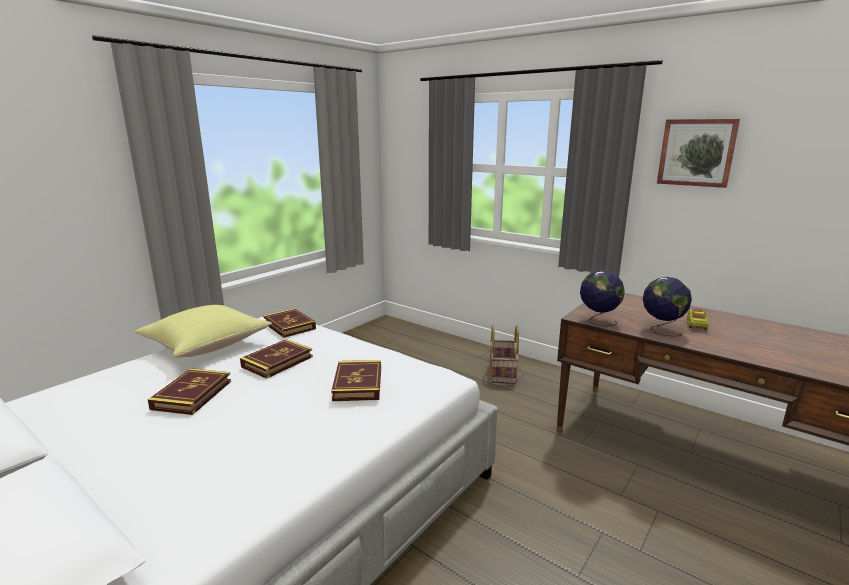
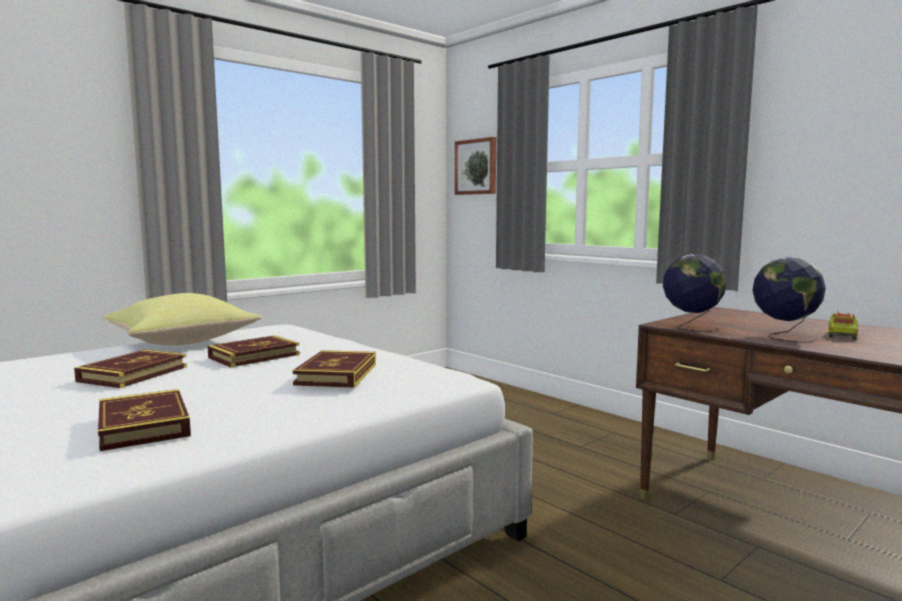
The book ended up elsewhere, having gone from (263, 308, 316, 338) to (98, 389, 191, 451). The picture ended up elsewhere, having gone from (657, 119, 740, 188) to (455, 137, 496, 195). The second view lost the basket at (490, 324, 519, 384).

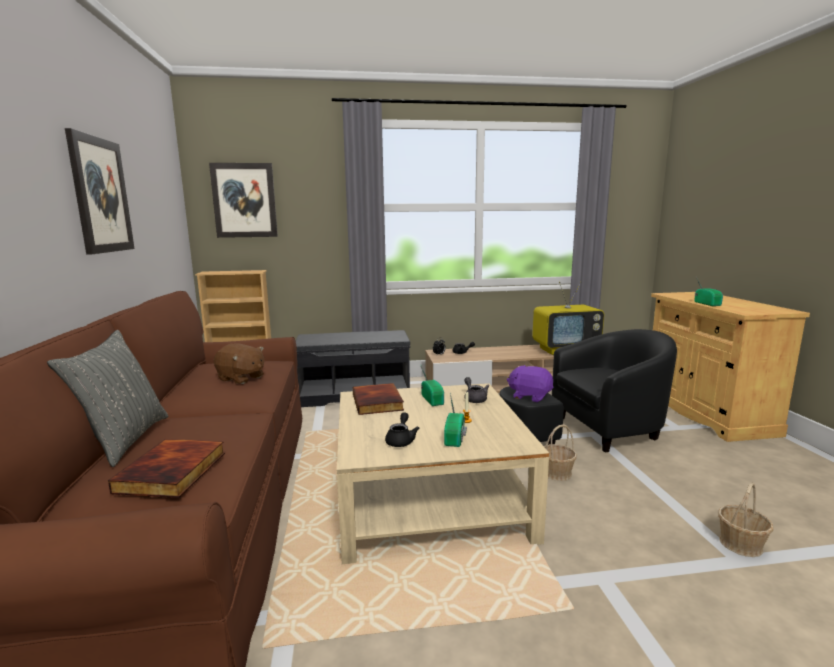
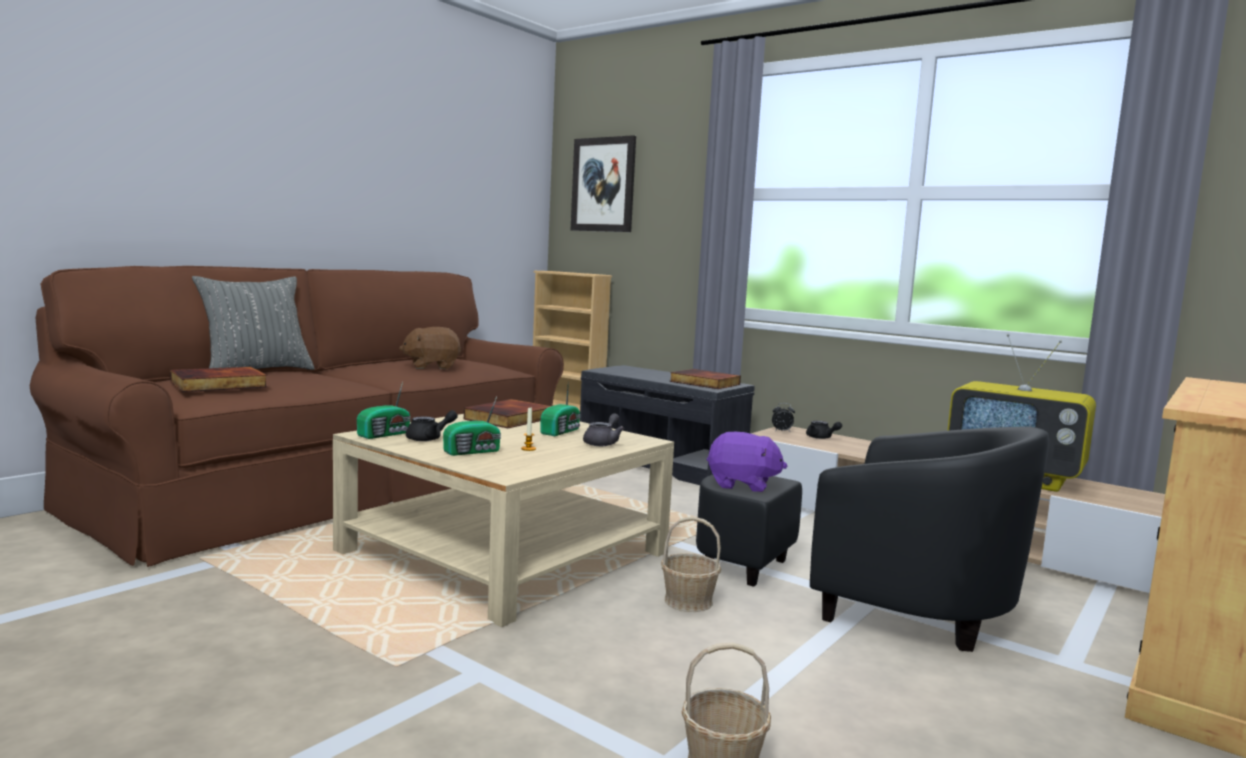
The radio ended up elsewhere, having gone from (694, 277, 723, 306) to (357, 382, 411, 439). The plush toy (brown) at (214, 343, 264, 384) ended up facing another way, 90 degrees clockwise from before. The second view gained the book at (670, 369, 741, 389). The plush toy (purple) at (507, 365, 553, 402) ended up facing another way, 120 degrees clockwise from before. The second view lost the picture at (65, 128, 135, 255).

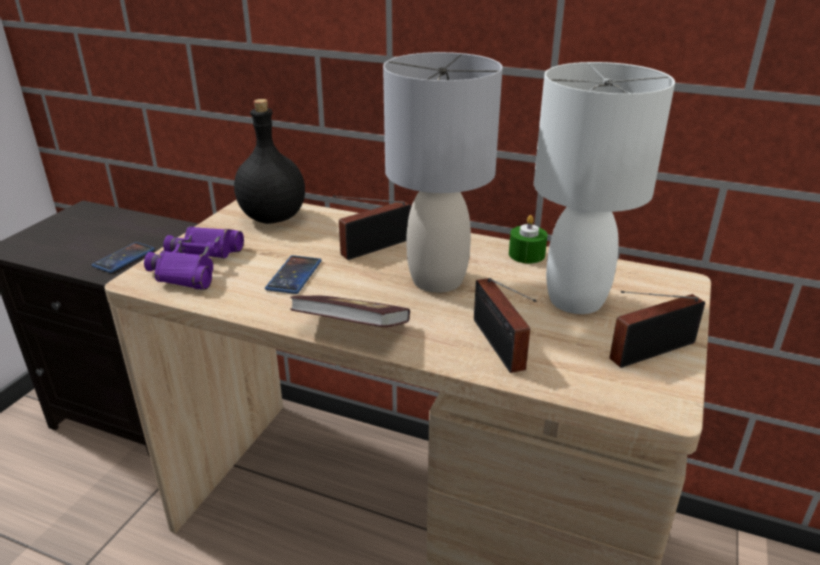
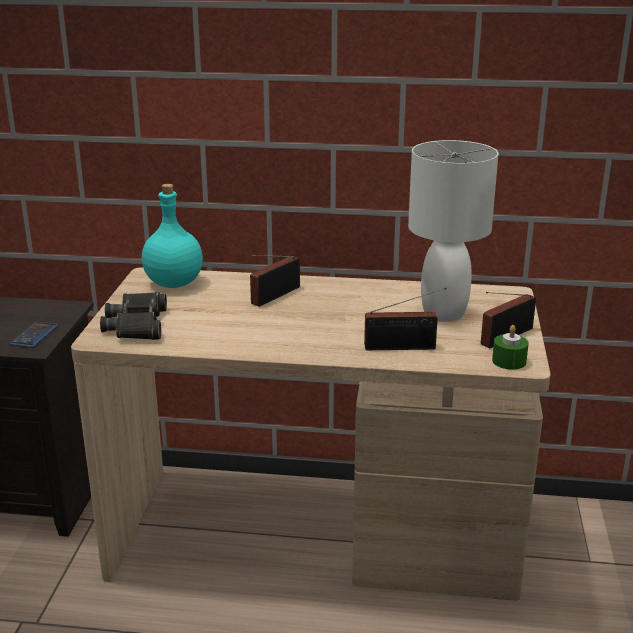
What was the binoculars (purple) at (144, 226, 244, 290) turned into the binoculars (black) at (100, 292, 167, 340). What was the bottle (black) at (234, 99, 305, 224) turned into the bottle (turquoise) at (142, 184, 203, 288). The radio at (474, 278, 536, 373) ended up facing another way, 60 degrees counterclockwise from before. The candle (green) ended up elsewhere, having gone from (509, 215, 548, 264) to (492, 325, 529, 370). The second view lost the phone at (265, 255, 322, 294). The second view lost the book at (290, 296, 410, 327). The second view lost the table lamp (grey) at (383, 52, 503, 293).

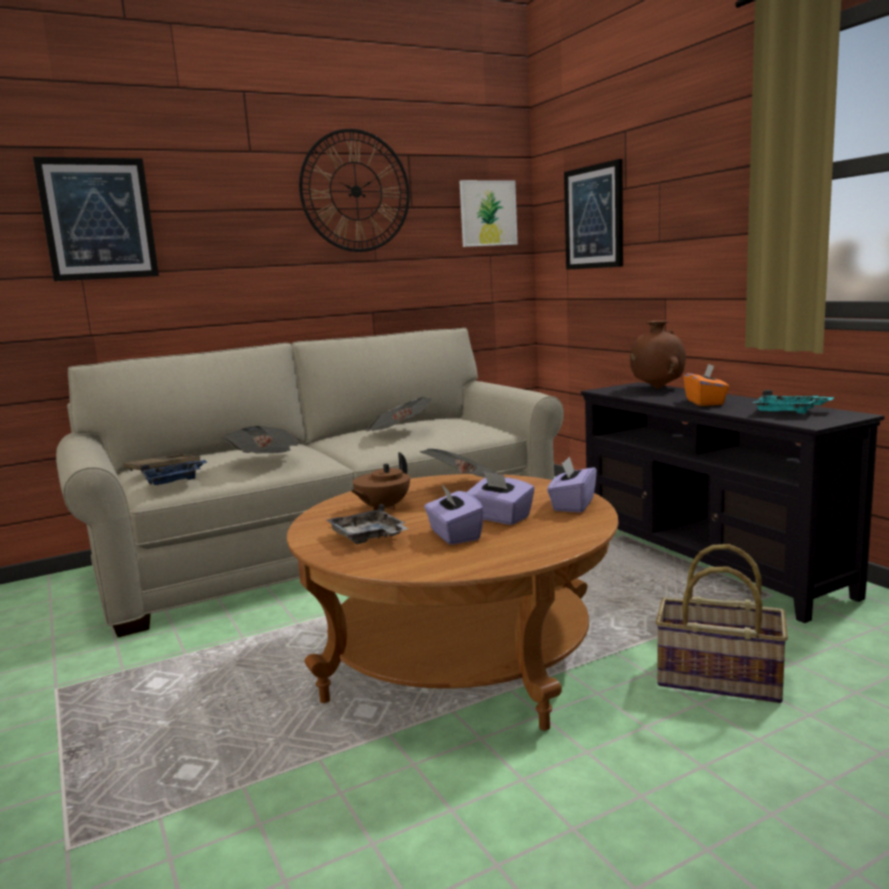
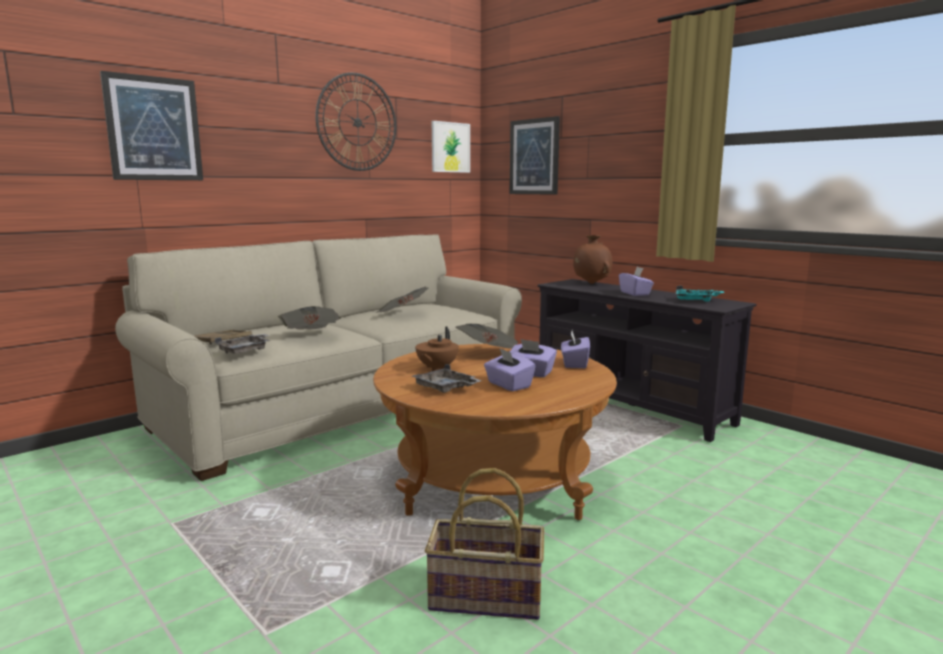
What was the tray (blue) at (141, 460, 208, 485) turned into the tray (grey) at (214, 334, 271, 354). The basket ended up elsewhere, having gone from (655, 544, 788, 703) to (425, 468, 544, 620). What was the tissue box (orange) at (683, 364, 729, 406) turned into the tissue box (purple) at (619, 267, 654, 296).

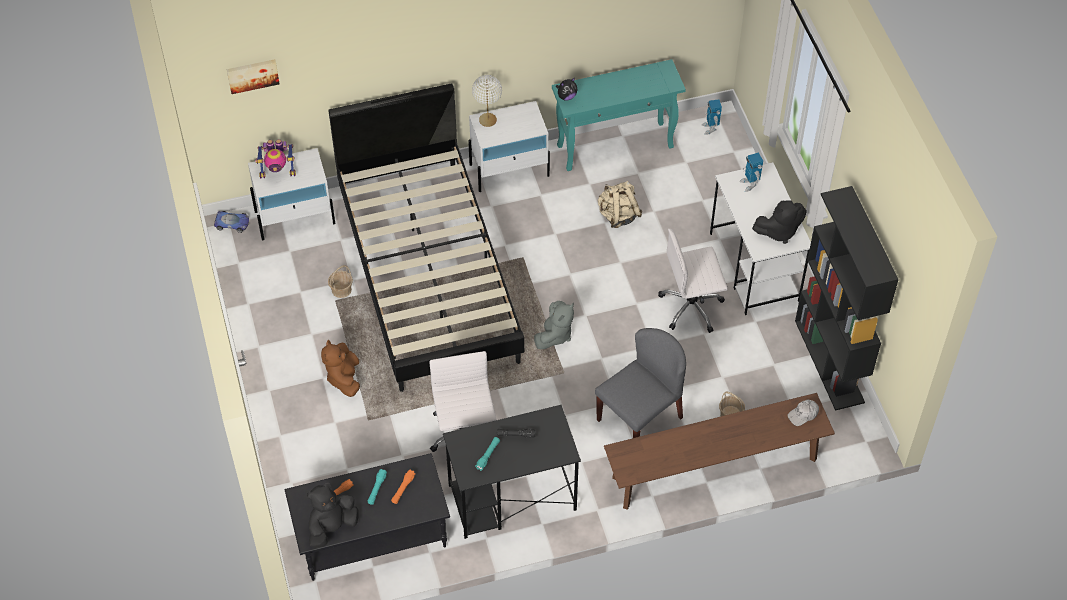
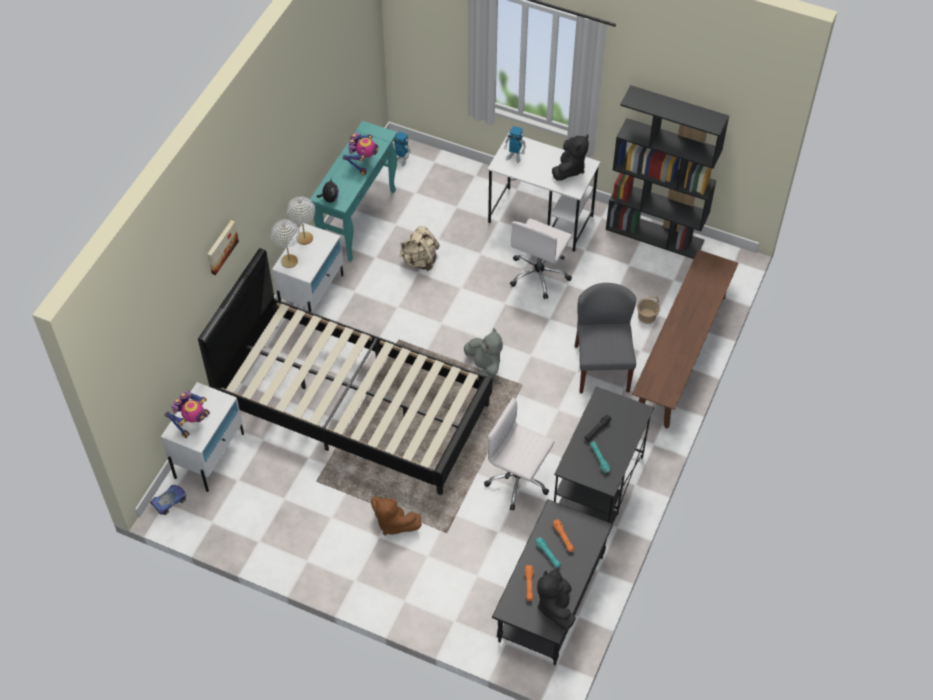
The picture ended up elsewhere, having gone from (227, 59, 280, 94) to (207, 220, 239, 275). The second view gained the table lamp (white) at (287, 196, 315, 245). The second view gained the toy robot at (343, 132, 378, 175). The second view lost the basket at (328, 265, 353, 298). The second view lost the cap (white) at (788, 400, 819, 426).

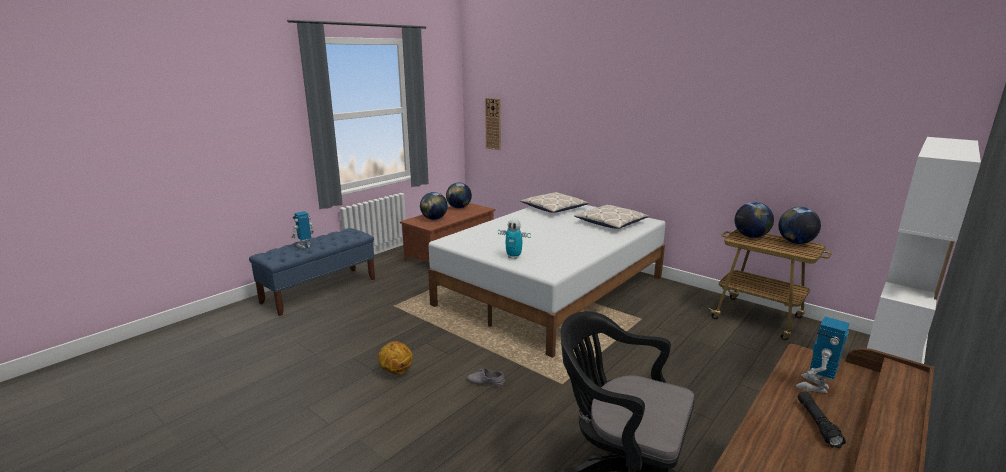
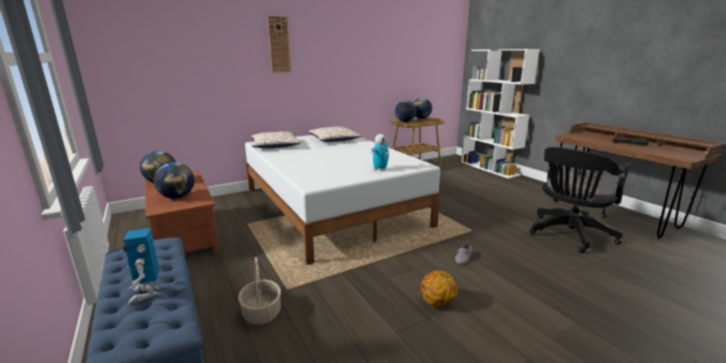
The second view gained the basket at (238, 257, 281, 325). The wall clock ended up elsewhere, having gone from (485, 98, 501, 150) to (267, 16, 291, 73). The second view lost the toy robot at (796, 317, 849, 393).

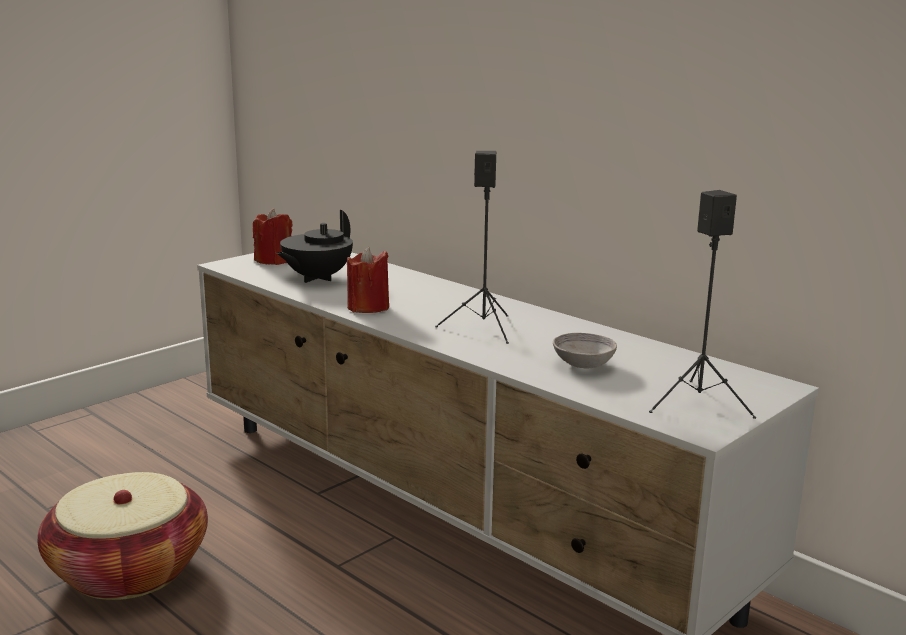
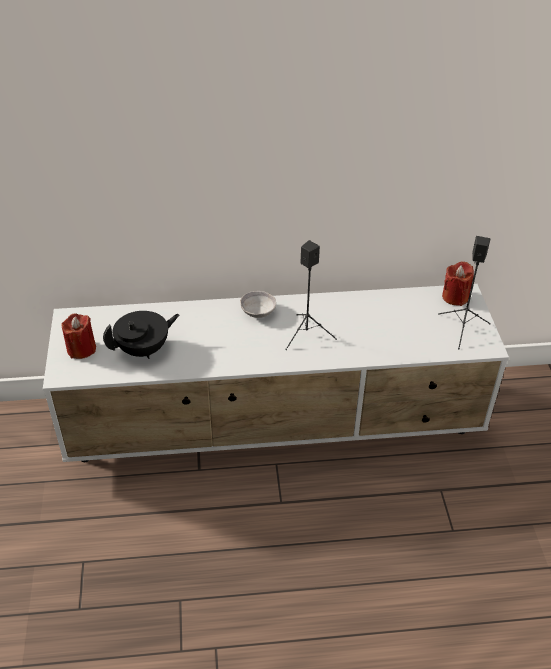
The teapot (black) at (277, 210, 353, 283) ended up facing another way, 105 degrees counterclockwise from before. The bowl (grey) ended up elsewhere, having gone from (553, 333, 617, 368) to (240, 291, 276, 318). The candle (red) ended up elsewhere, having gone from (347, 247, 389, 313) to (442, 261, 474, 306). The second view lost the basket at (37, 472, 208, 600).

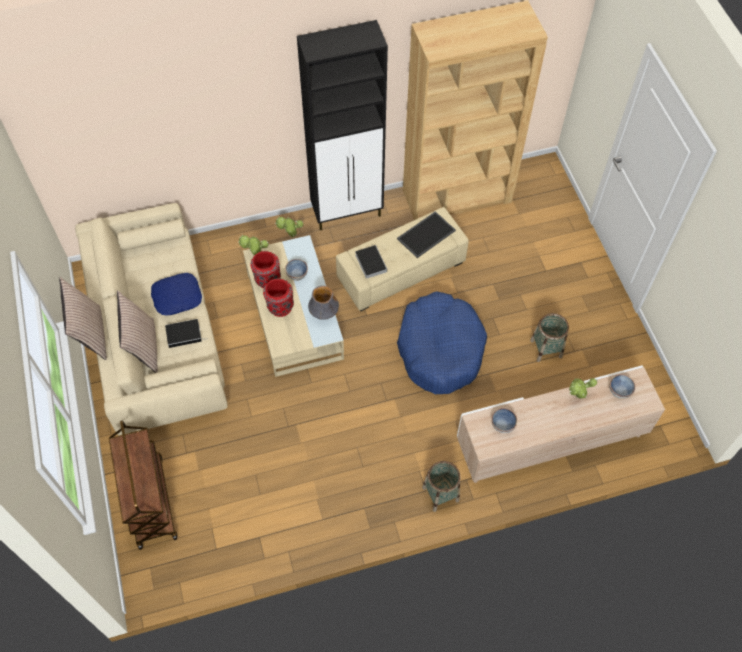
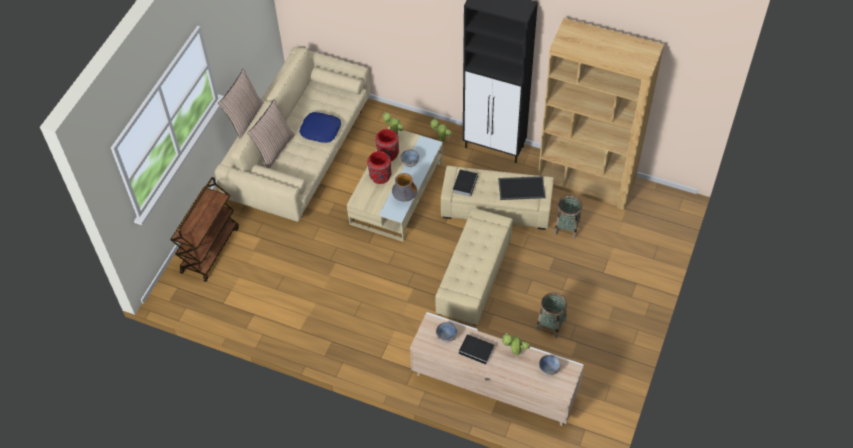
Where the dog bed (blue) stood at (397, 291, 487, 394), the ottoman (beige) came to stand at (435, 208, 513, 326). The book ended up elsewhere, having gone from (165, 319, 206, 348) to (459, 334, 494, 365). The basket ended up elsewhere, having gone from (422, 461, 460, 512) to (554, 195, 582, 238).

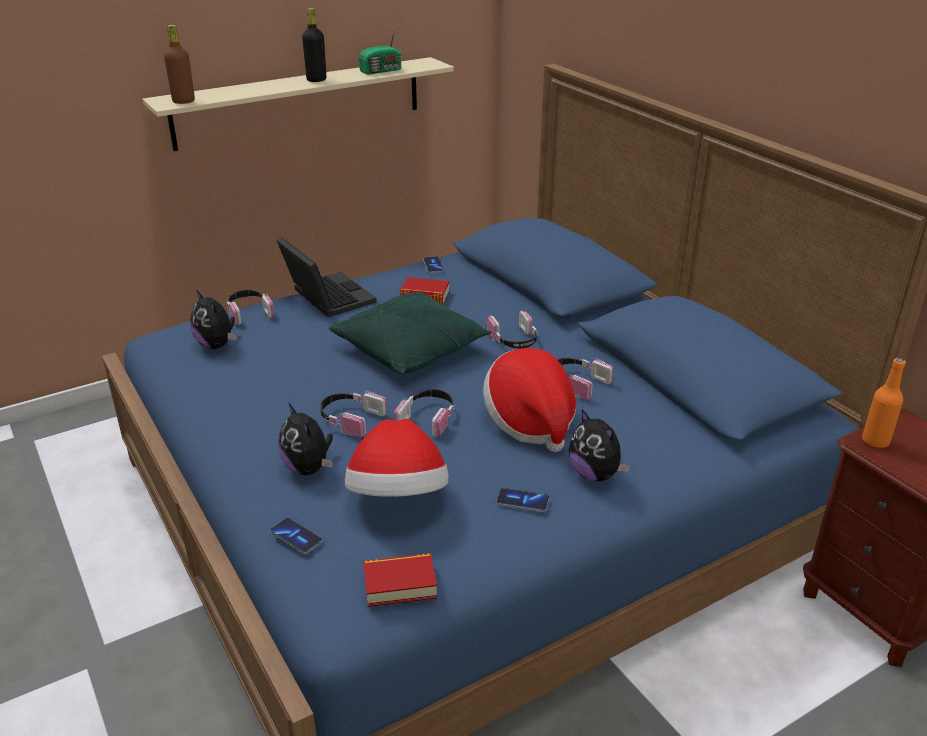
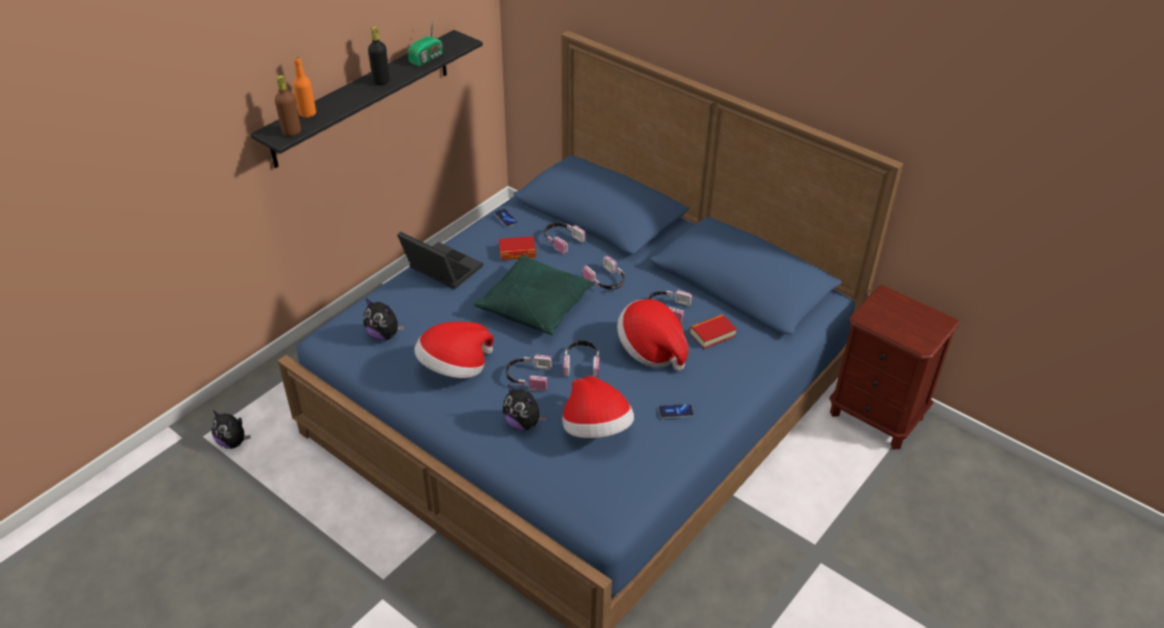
The plush toy ended up elsewhere, having gone from (569, 409, 630, 481) to (211, 410, 251, 449). What was the shelf (beige) at (142, 57, 454, 151) turned into the shelf (black) at (250, 30, 483, 168). The bottle (orange) ended up elsewhere, having gone from (862, 358, 906, 448) to (293, 57, 316, 118). The second view gained the hat at (414, 322, 494, 378). The headphones ended up elsewhere, having gone from (226, 290, 275, 325) to (544, 223, 585, 254). The book ended up elsewhere, having gone from (363, 553, 437, 607) to (690, 314, 737, 349). The second view lost the phone at (270, 518, 322, 554).

